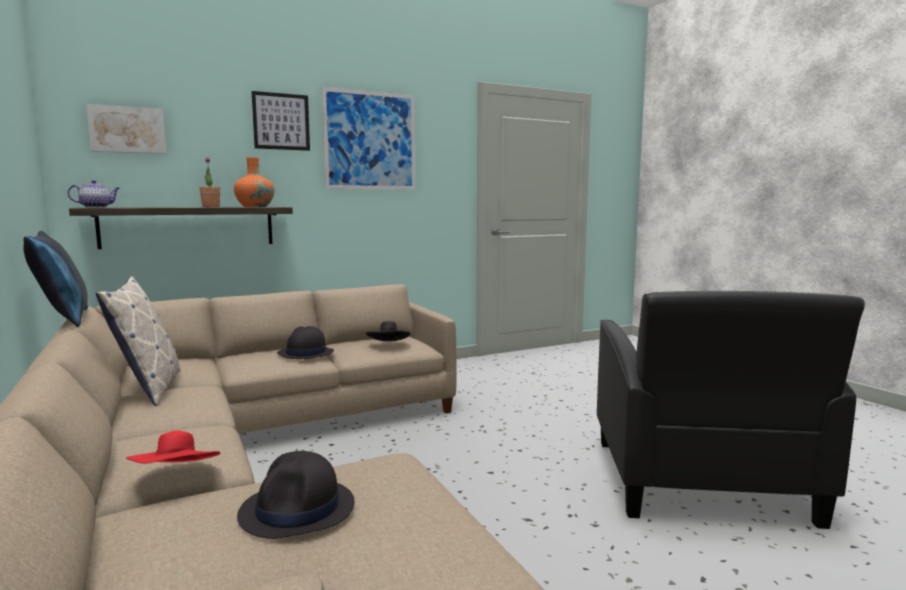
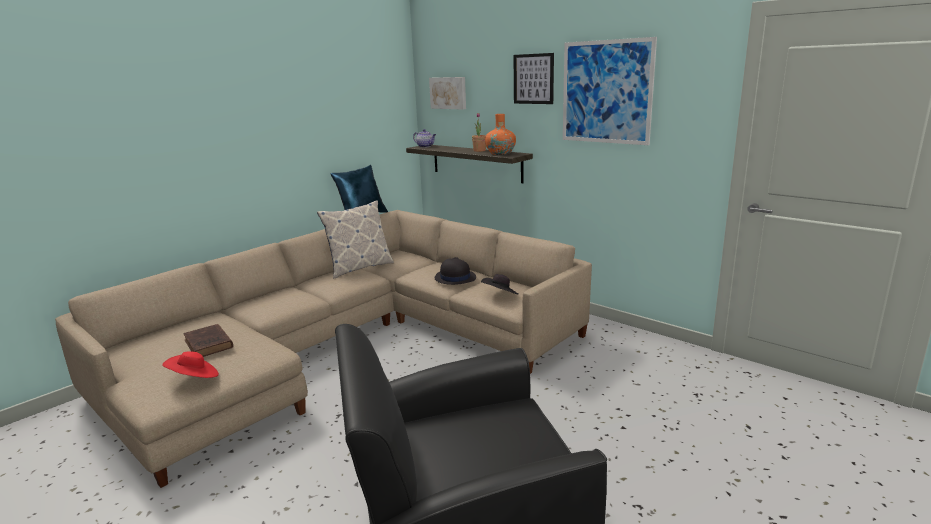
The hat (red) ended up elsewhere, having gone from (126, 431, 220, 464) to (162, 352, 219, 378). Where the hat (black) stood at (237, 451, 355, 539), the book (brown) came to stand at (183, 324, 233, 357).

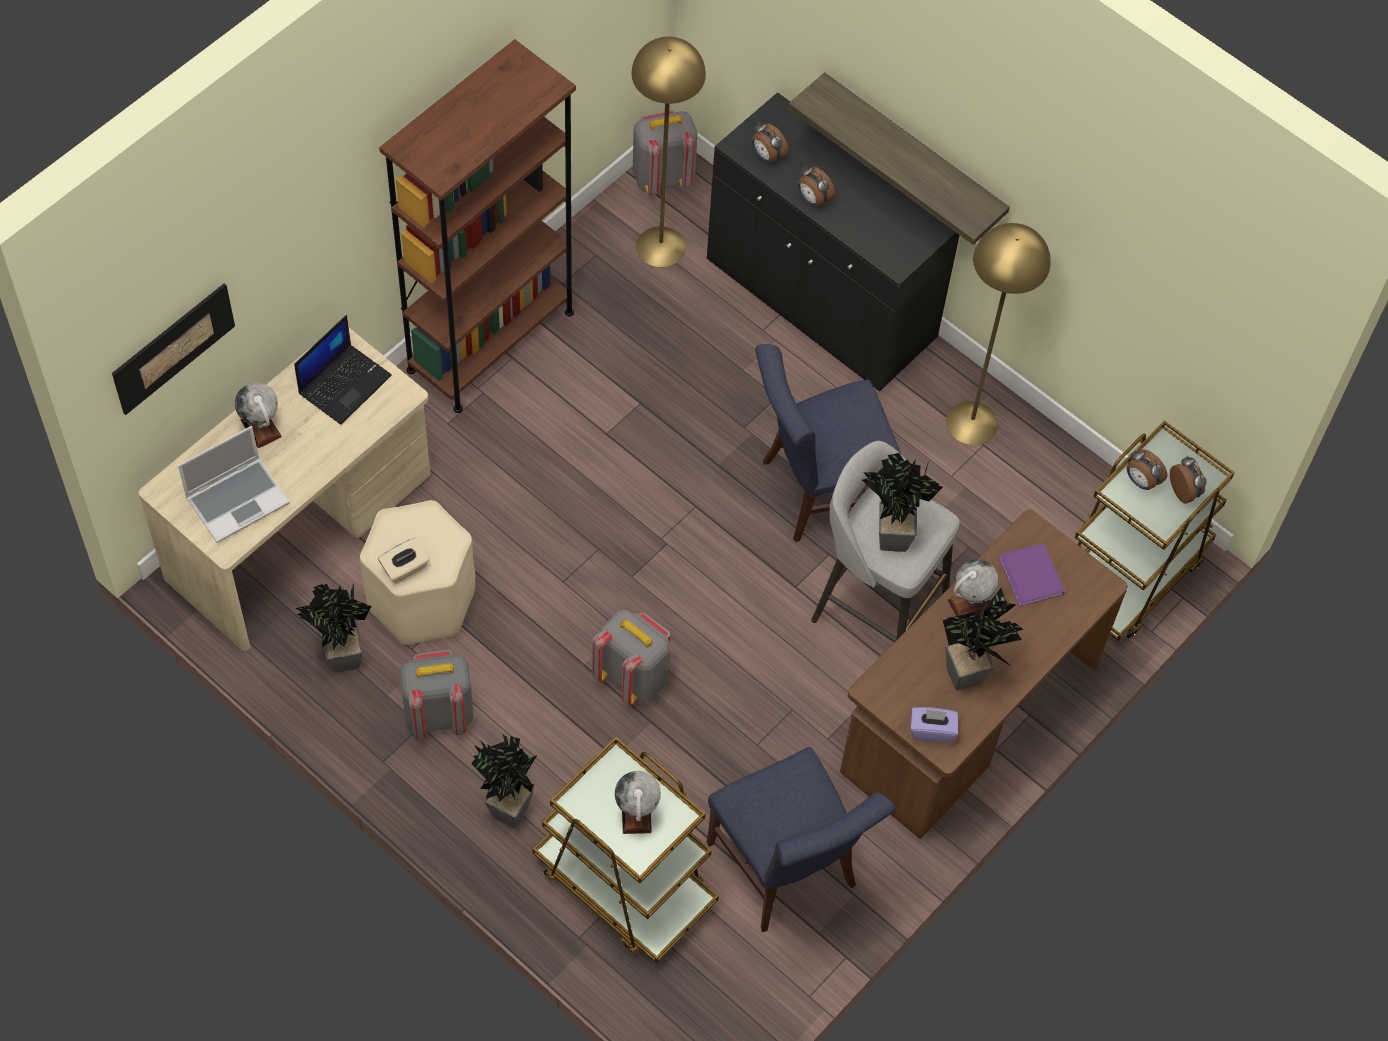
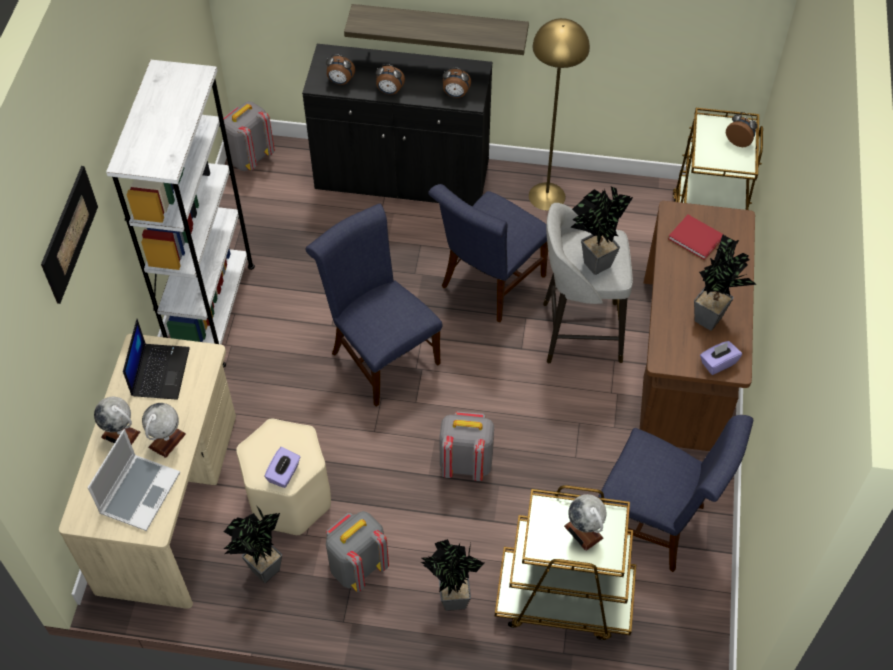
The picture ended up elsewhere, having gone from (112, 283, 235, 415) to (41, 166, 98, 304). What was the bookcase (brown) at (379, 39, 576, 413) turned into the bookcase (white) at (106, 60, 255, 368). The globe ended up elsewhere, having gone from (947, 559, 999, 616) to (142, 403, 186, 458). What was the tissue box (beige) at (378, 537, 429, 583) turned into the tissue box (purple) at (264, 447, 300, 488). The second view gained the chair (blue) at (305, 203, 443, 406). The alarm clock ended up elsewhere, having gone from (1126, 449, 1167, 490) to (443, 67, 471, 98). What was the book (purple) at (999, 543, 1065, 607) turned into the book (red) at (668, 215, 724, 260). The second view lost the floor lamp (yellow) at (632, 36, 706, 267).

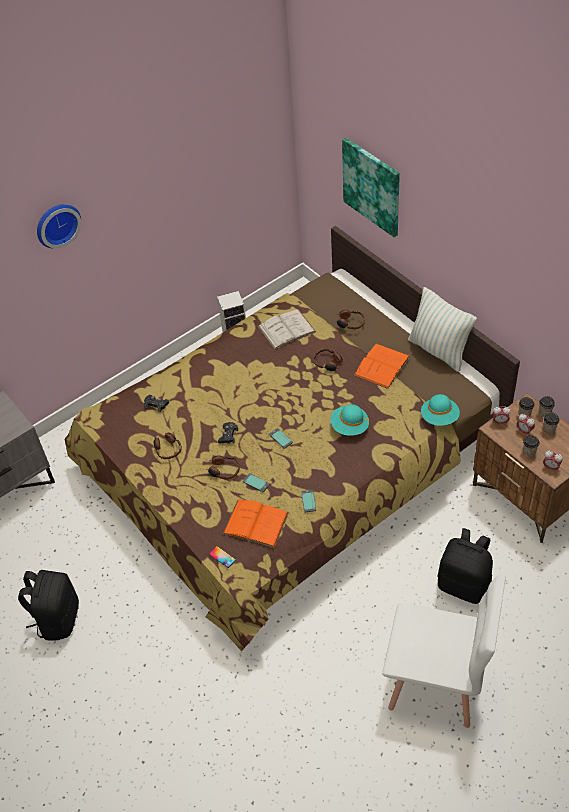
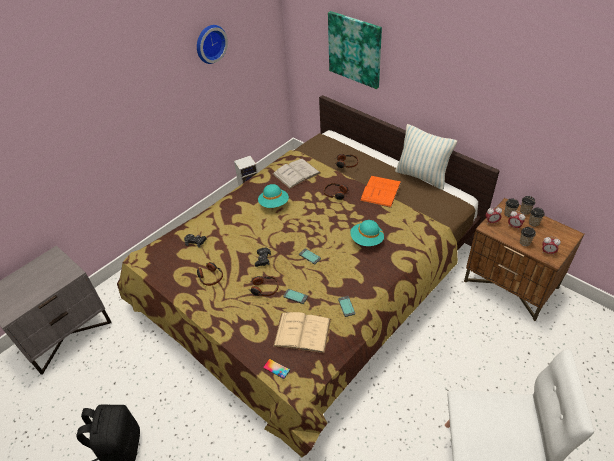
The wall clock ended up elsewhere, having gone from (37, 204, 81, 249) to (197, 25, 228, 64). The hat (turquoise) ended up elsewhere, having gone from (421, 394, 460, 426) to (258, 184, 289, 208). What was the book (orange) at (223, 499, 288, 548) turned into the book (beige) at (273, 312, 331, 353). The second view lost the backpack (black) at (437, 528, 493, 604).

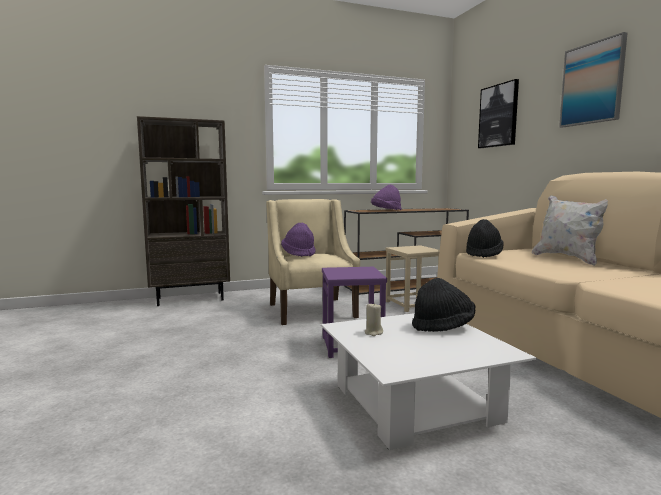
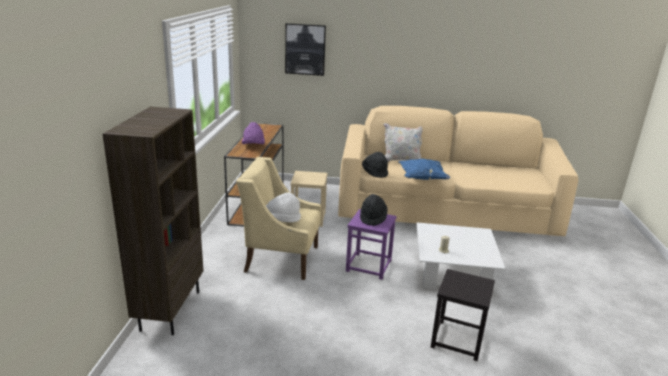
What was the hat (purple) at (281, 223, 316, 257) turned into the hat (white) at (266, 192, 301, 222). The hat (black) ended up elsewhere, having gone from (412, 278, 475, 332) to (360, 194, 388, 226). The second view gained the pillow (blue) at (398, 159, 451, 180). The second view gained the stool (black) at (431, 269, 495, 361). The second view lost the picture at (559, 32, 627, 127).

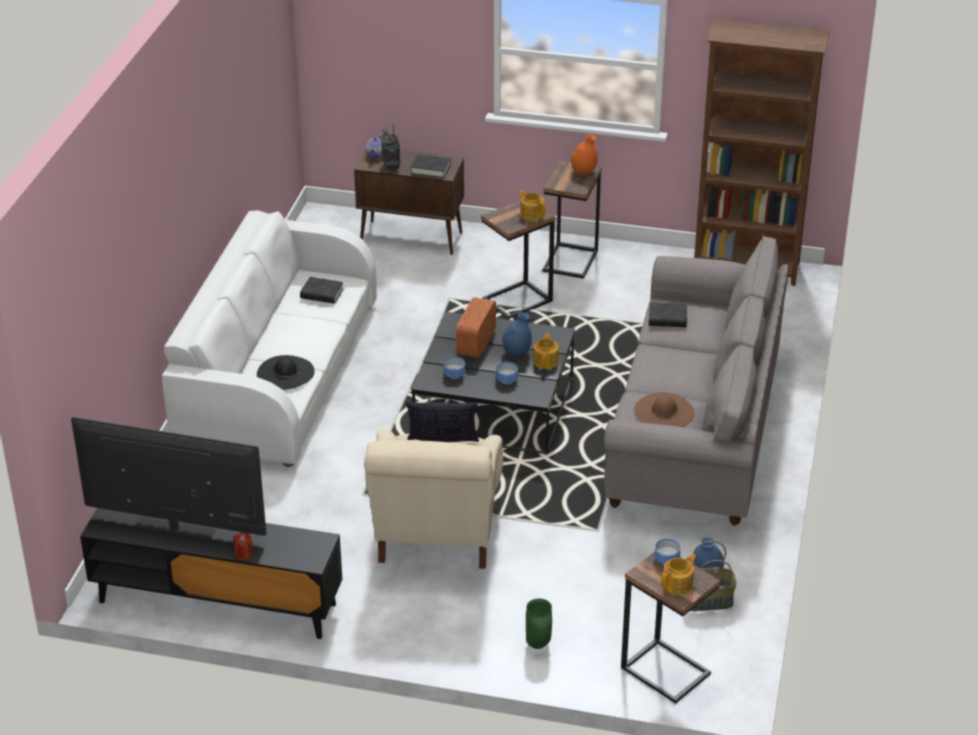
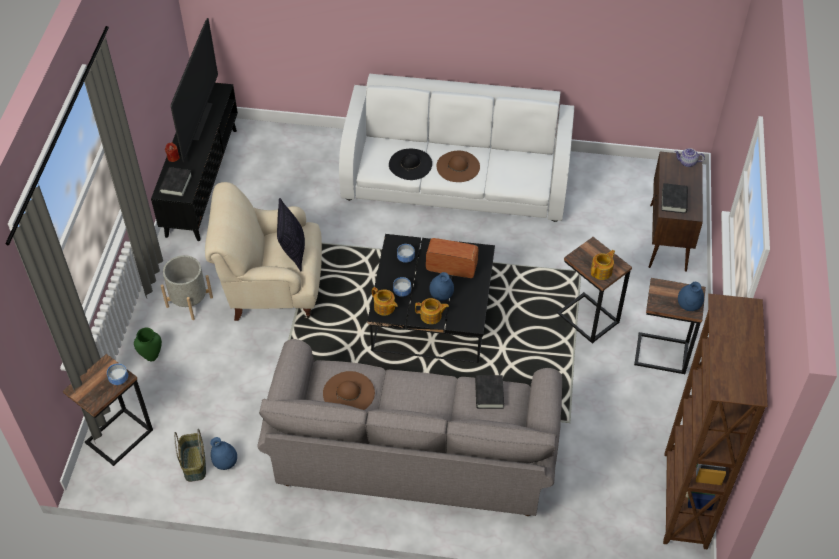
The book (black) ended up elsewhere, having gone from (300, 277, 344, 304) to (159, 167, 192, 197). The second view gained the planter (grey) at (161, 255, 213, 320). The teapot ended up elsewhere, having gone from (661, 554, 697, 595) to (372, 287, 398, 316). The second view gained the hat (brown) at (437, 151, 480, 182). What was the vase (orange) at (571, 134, 598, 175) turned into the vase (blue) at (678, 282, 704, 311). The second view lost the radio at (381, 124, 401, 170).

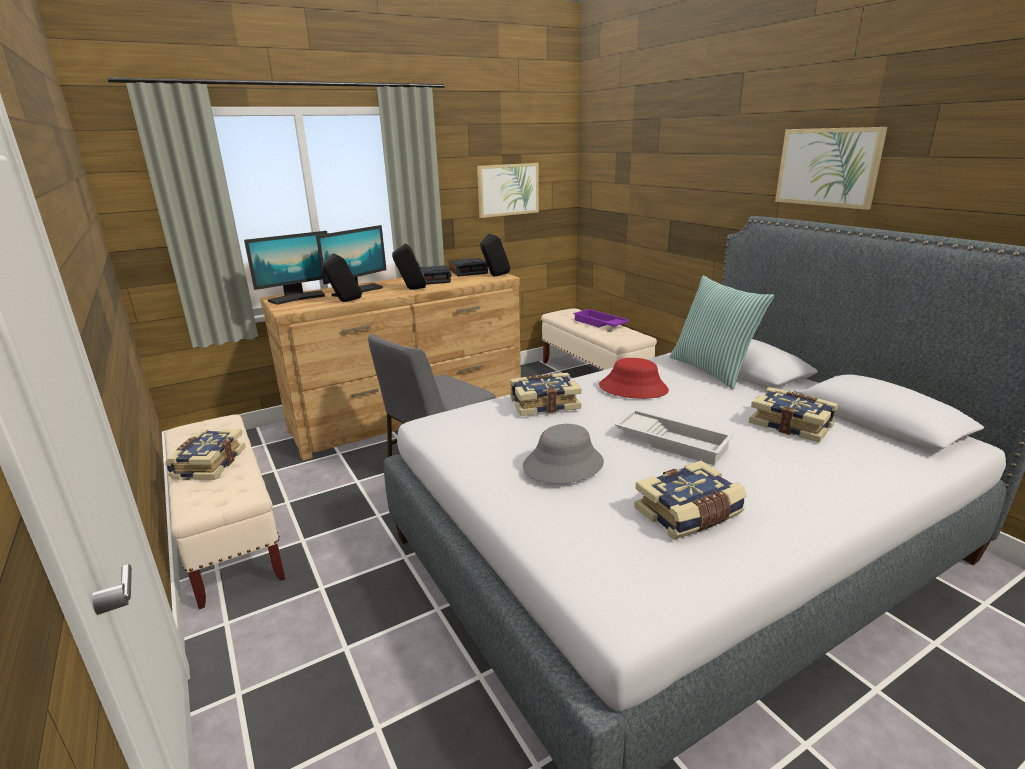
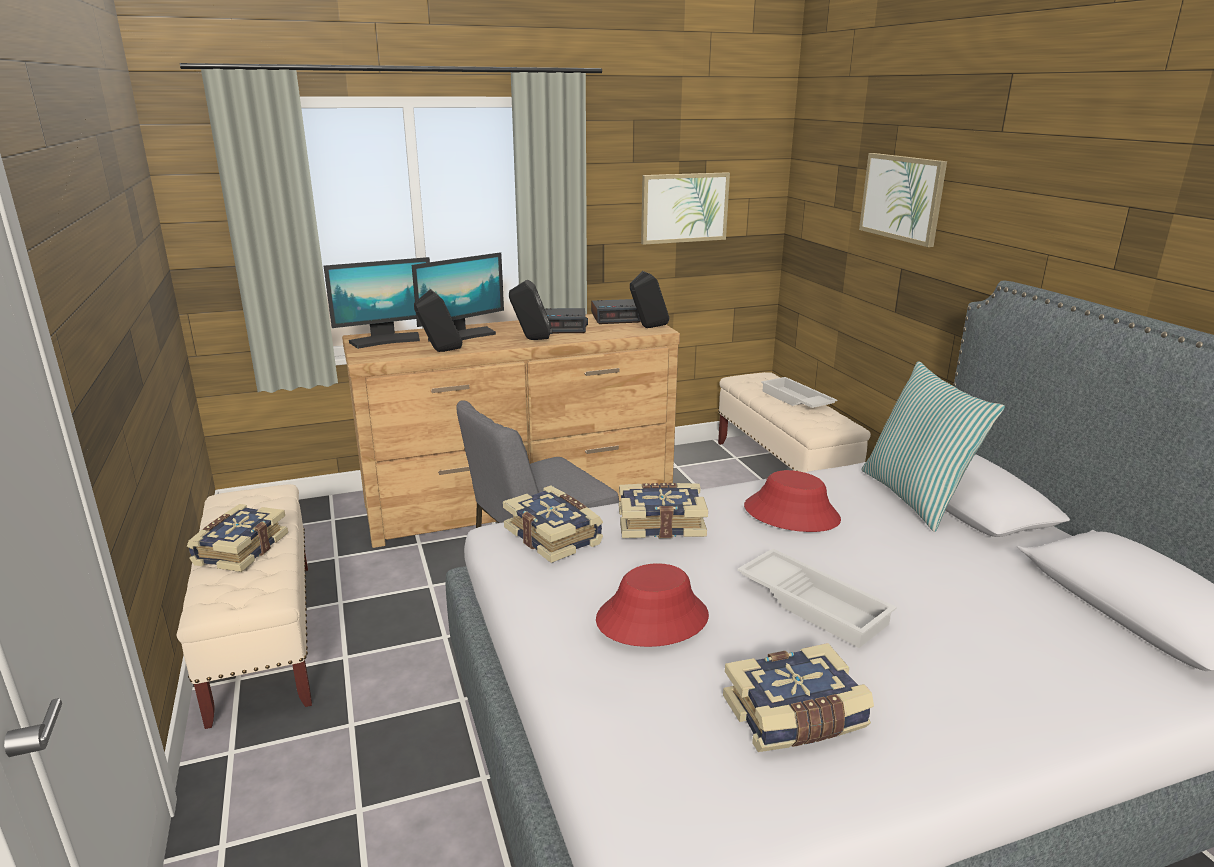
The book ended up elsewhere, having gone from (749, 387, 838, 443) to (503, 485, 603, 563). What was the hat (grey) at (523, 424, 604, 484) turned into the hat (red) at (596, 563, 709, 647). What was the tray (purple) at (573, 309, 630, 327) turned into the tray (white) at (761, 377, 838, 408). The picture ended up elsewhere, having gone from (775, 127, 887, 210) to (859, 153, 947, 247).

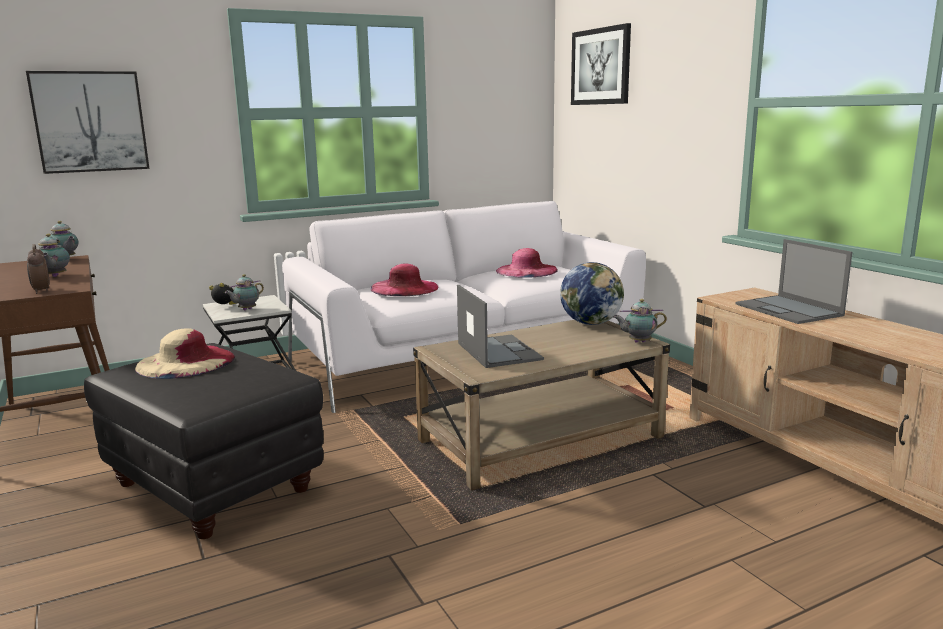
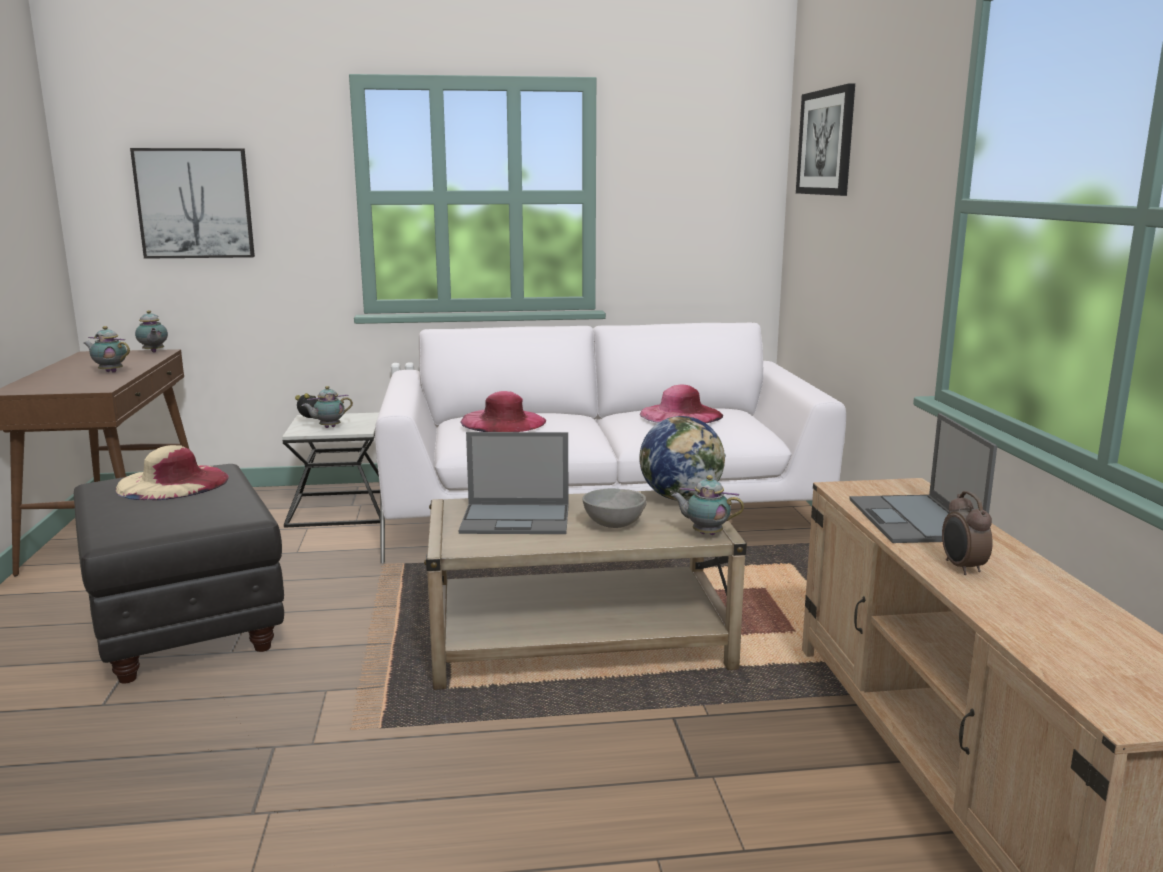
The teapot at (38, 234, 70, 277) ended up facing another way, 105 degrees clockwise from before. The laptop at (457, 285, 544, 368) ended up facing another way, 90 degrees clockwise from before. The second view gained the bowl (grey) at (582, 488, 647, 528). The alarm clock ended up elsewhere, having gone from (27, 244, 50, 294) to (942, 491, 993, 575).

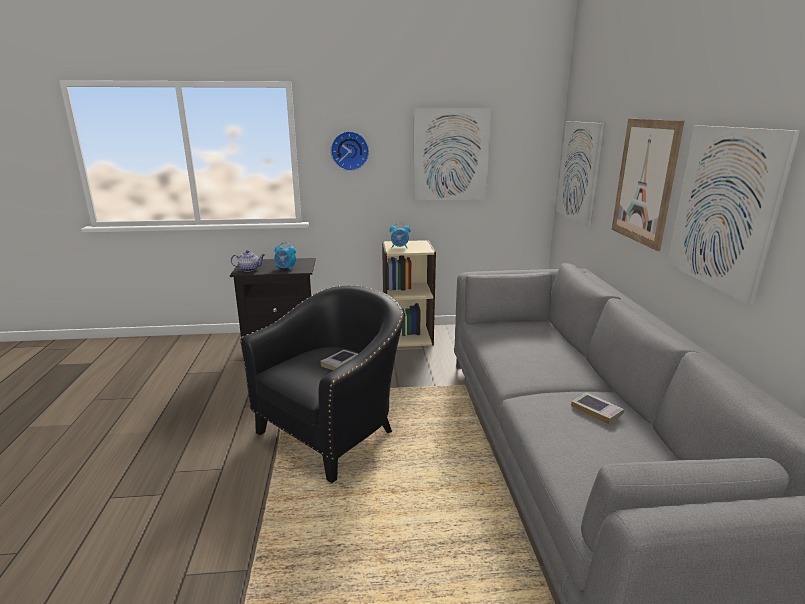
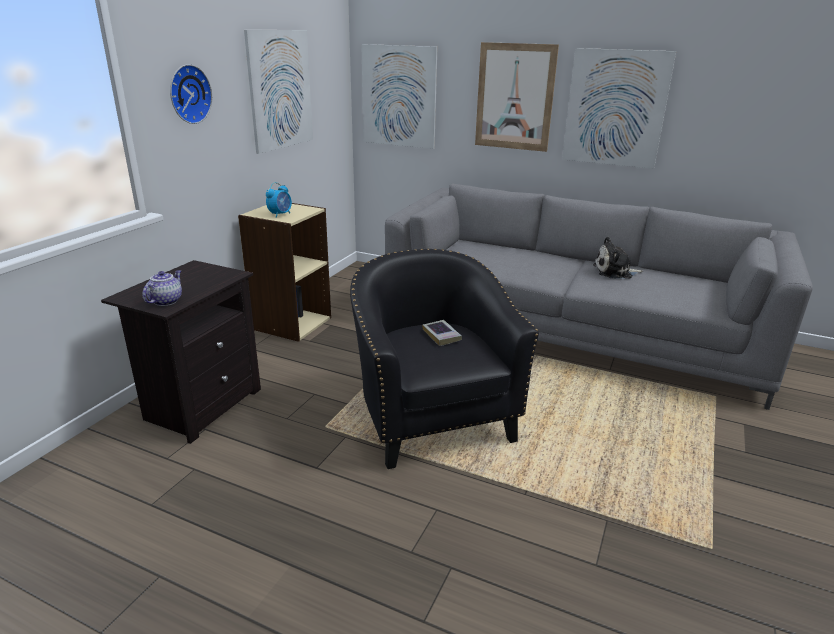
Where the book stood at (571, 392, 624, 424), the plush toy came to stand at (593, 237, 643, 279). The second view lost the alarm clock at (274, 242, 296, 271).

